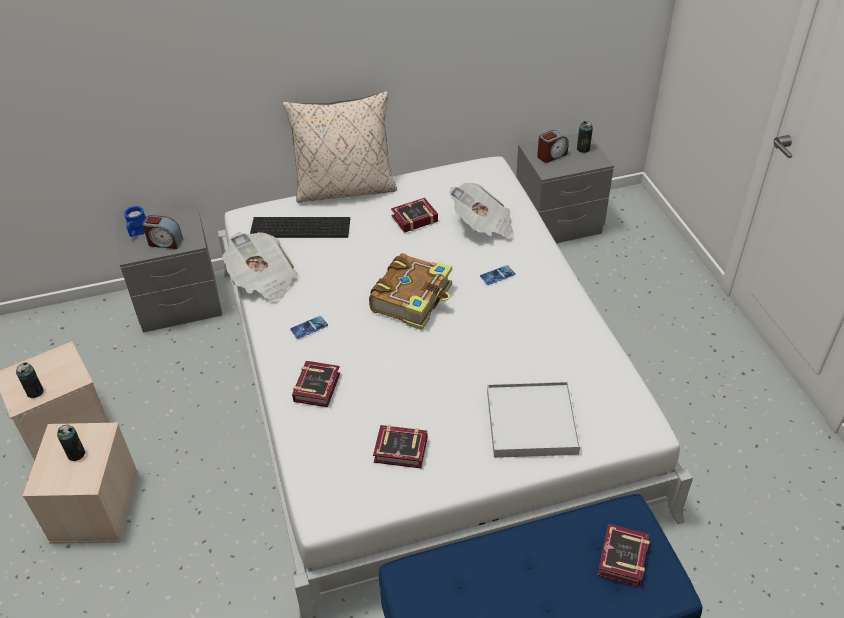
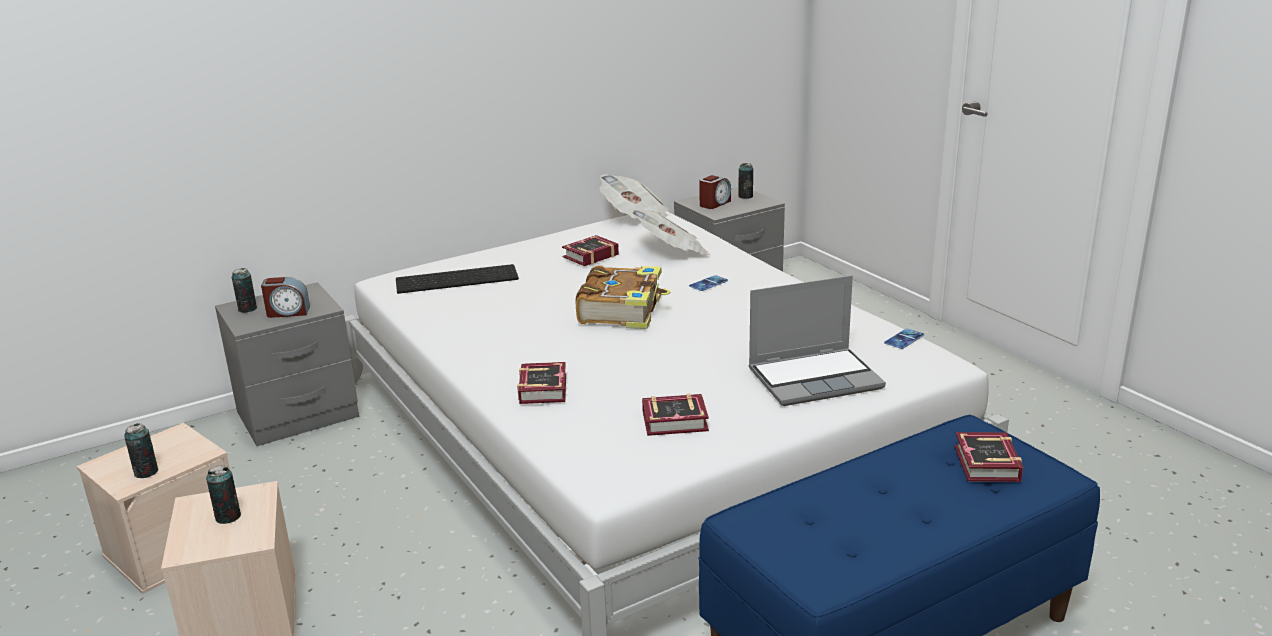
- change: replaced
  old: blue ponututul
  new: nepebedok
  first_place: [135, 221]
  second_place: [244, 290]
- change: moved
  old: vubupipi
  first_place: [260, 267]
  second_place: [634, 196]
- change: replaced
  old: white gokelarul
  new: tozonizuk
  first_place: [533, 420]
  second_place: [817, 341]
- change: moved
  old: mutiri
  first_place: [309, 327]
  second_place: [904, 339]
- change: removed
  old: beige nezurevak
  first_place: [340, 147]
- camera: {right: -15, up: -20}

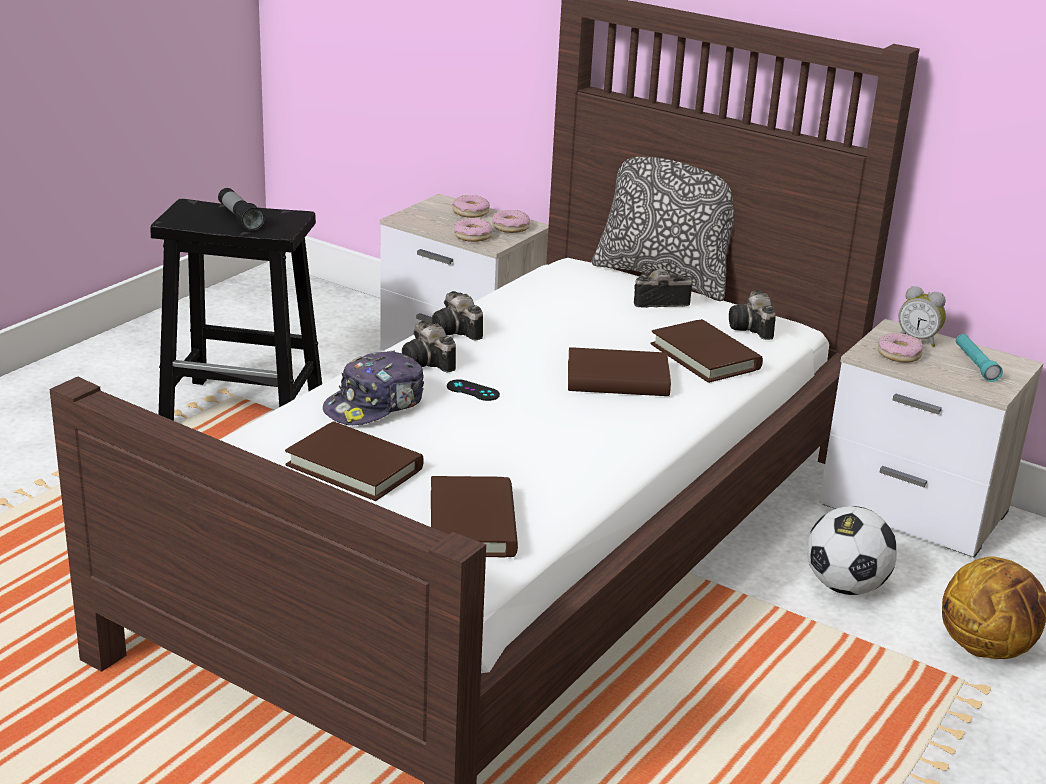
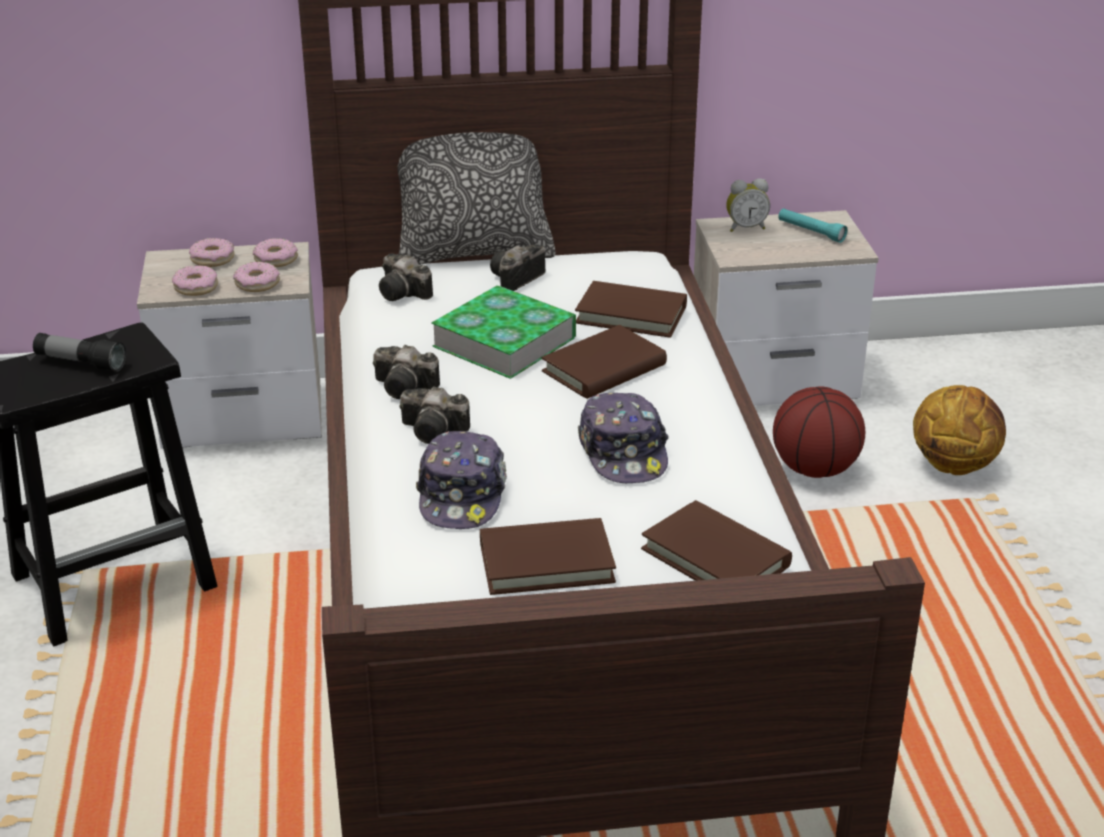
- change: moved
  old: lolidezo
  first_place: [900, 347]
  second_place: [195, 281]
- change: moved
  old: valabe
  first_place: [752, 315]
  second_place: [406, 277]
- change: added
  new: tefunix
  second_place: [503, 332]
- change: added
  new: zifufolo
  second_place: [623, 438]
- change: replaced
  old: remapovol
  new: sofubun
  first_place: [852, 550]
  second_place: [819, 432]
- change: removed
  old: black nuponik
  first_place: [473, 390]
- camera: {right: -40, up: 5}

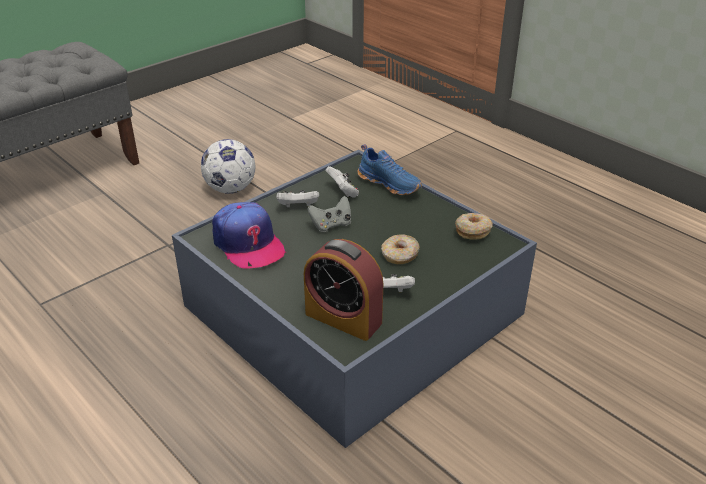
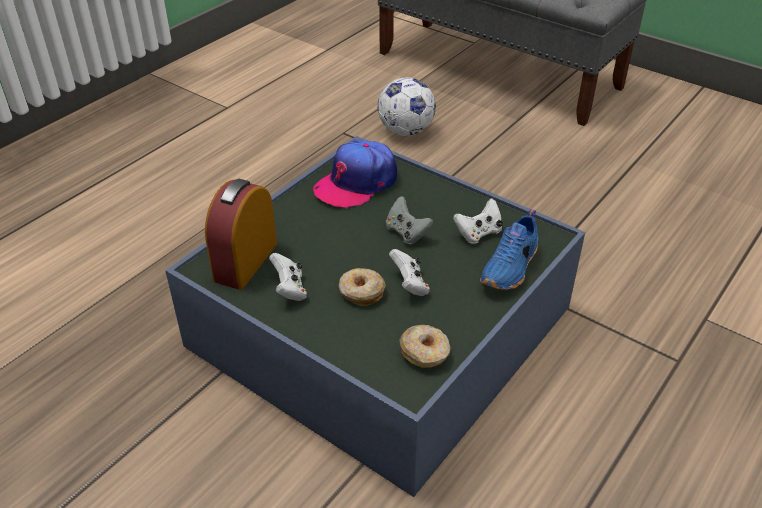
- change: moved
  old: remapovol
  first_place: [228, 166]
  second_place: [407, 106]
- change: moved
  old: white nuponik
  first_place: [297, 198]
  second_place: [409, 272]
- camera: {right: 80, up: 5}

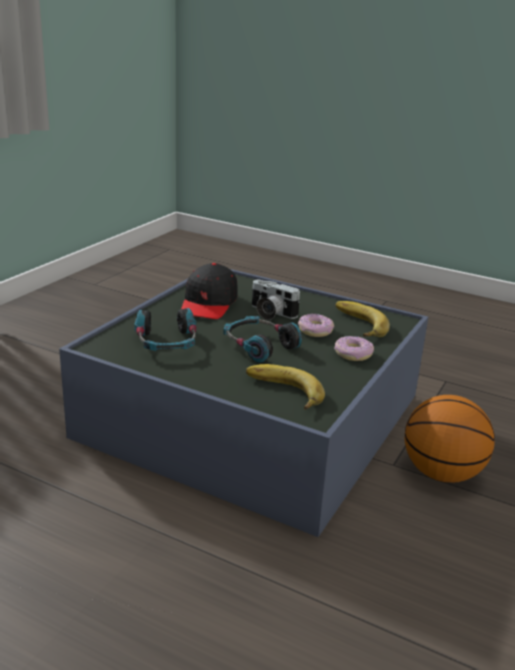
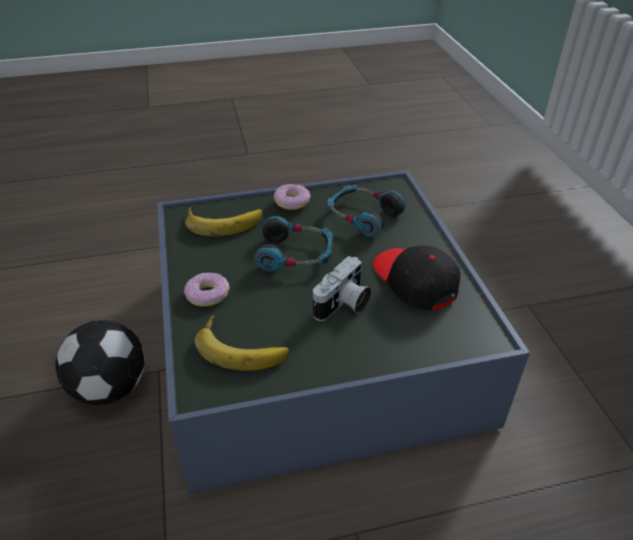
- change: replaced
  old: sofubun
  new: remapovol
  first_place: [450, 439]
  second_place: [100, 362]
- change: moved
  old: lolidezo
  first_place: [316, 325]
  second_place: [292, 197]
- change: turned
  old: valabe
  first_place: [276, 300]
  second_place: [342, 288]
  degrees: 135
- camera: {right: 140, up: 15}

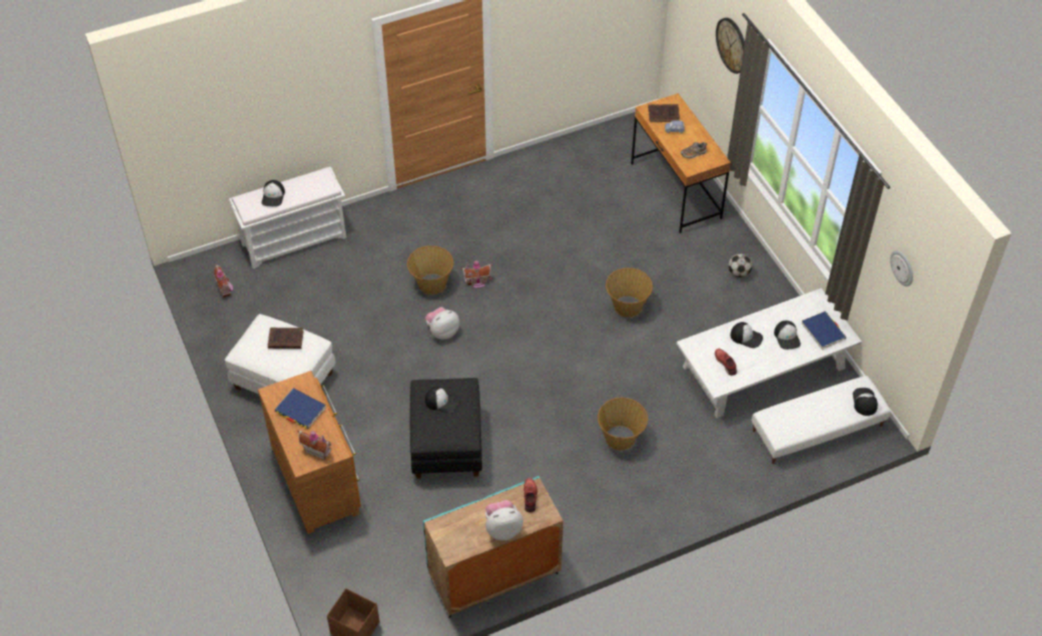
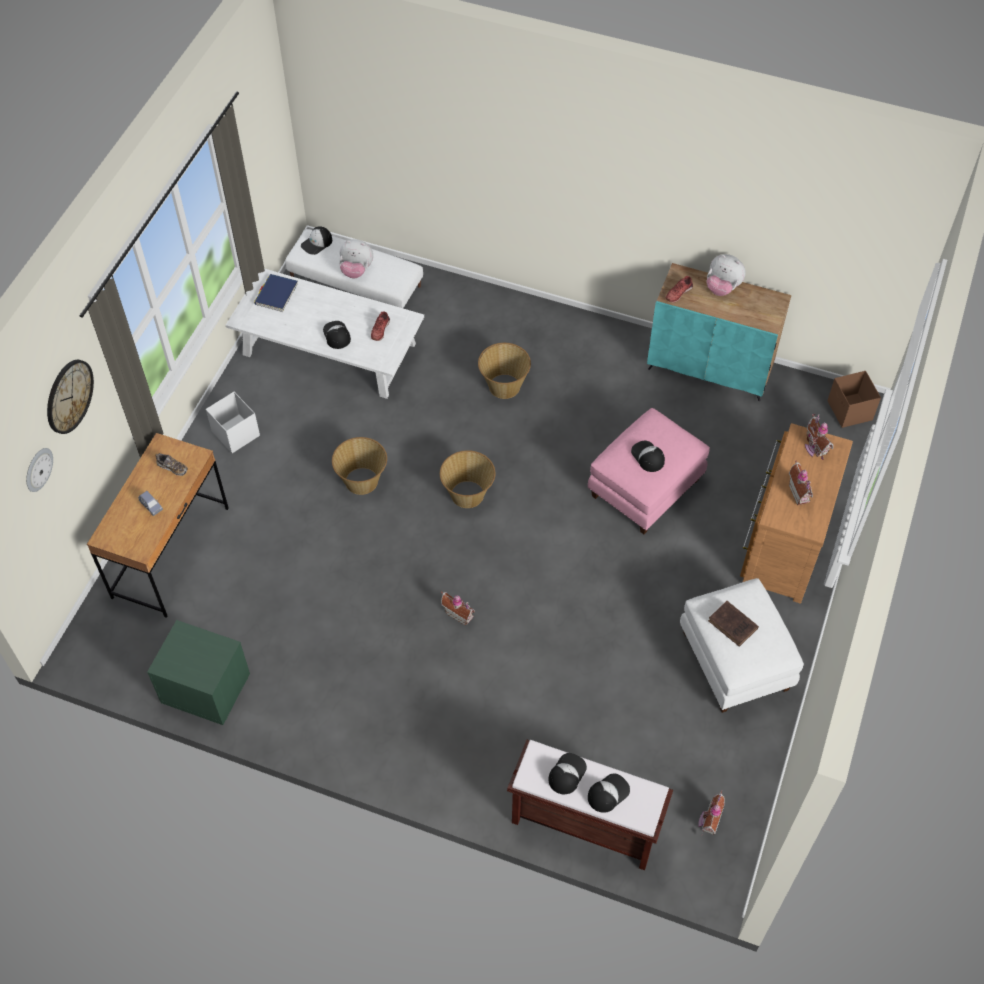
- change: moved
  old: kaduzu
  first_place: [901, 268]
  second_place: [39, 470]
- change: added
  new: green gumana
  second_place: [198, 672]
- change: replaced
  old: remapovol
  new: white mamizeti
  first_place: [740, 265]
  second_place: [233, 422]
- change: moved
  old: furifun
  first_place: [442, 323]
  second_place: [356, 258]
- change: moved
  old: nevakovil
  first_place: [430, 270]
  second_place: [467, 479]
- change: recoloured
  old: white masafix
  new: brown masafix
  first_place: [288, 218]
  second_place: [590, 805]
- change: moved
  old: zifufolo
  first_place: [787, 335]
  second_place: [567, 773]
- change: recoloured
  old: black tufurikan
  new: pink tufurikan
  first_place: [446, 428]
  second_place: [649, 471]
- change: replaced
  old: blue tefunix
  new: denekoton
  first_place: [300, 408]
  second_place: [801, 482]
- change: removed
  old: brown tefunix
  first_place: [664, 113]
- camera: {right: -135, up: 5}

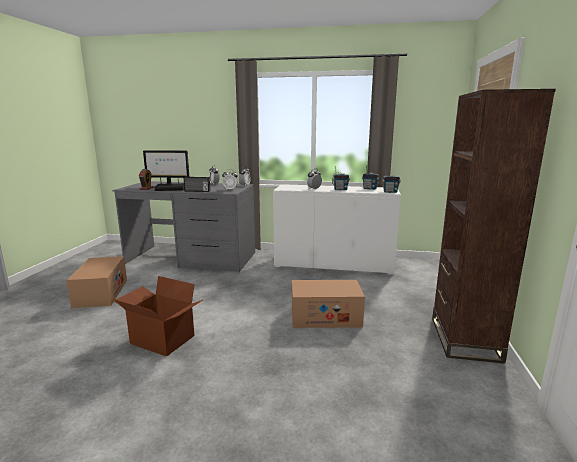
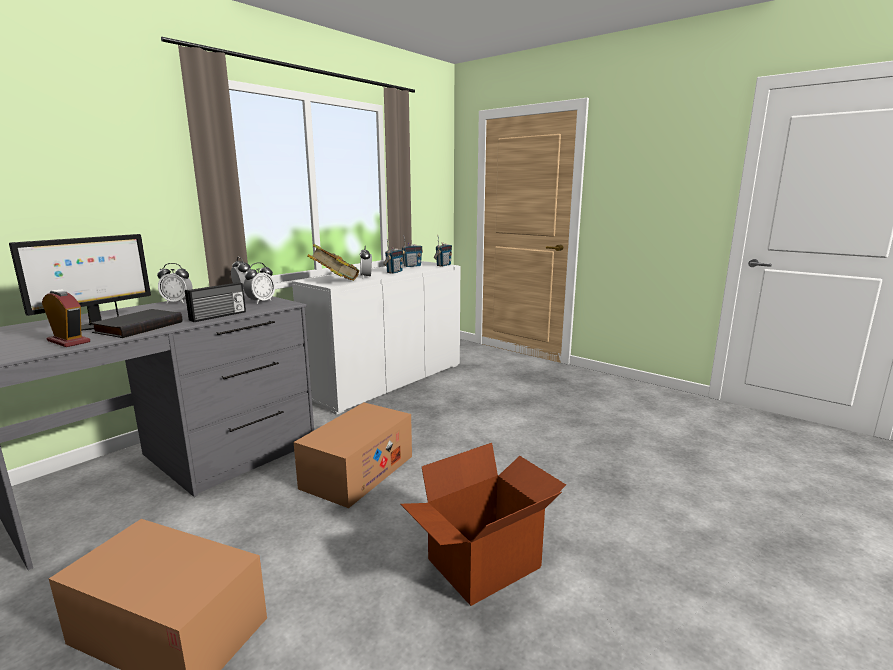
- change: moved
  old: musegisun
  first_place: [328, 304]
  second_place: [353, 455]
- change: added
  new: tefunix
  second_place: [333, 262]
- change: removed
  old: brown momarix
  first_place: [494, 226]
- camera: {right: -60, up: 0}

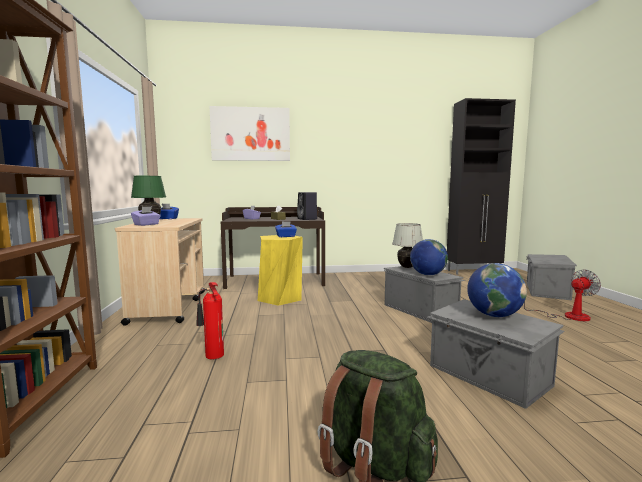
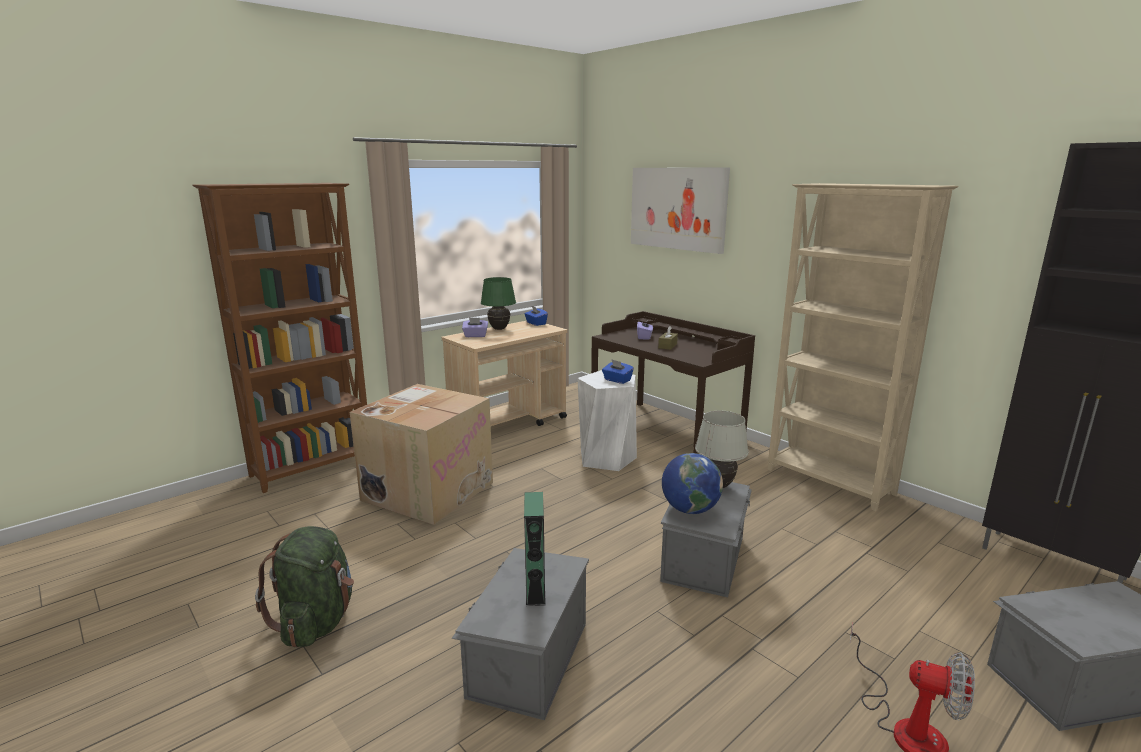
- change: replaced
  old: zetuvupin
  new: musegisun
  first_place: [210, 320]
  second_place: [421, 454]
- change: replaced
  old: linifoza
  new: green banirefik
  first_place: [497, 290]
  second_place: [535, 549]
- change: recoloured
  old: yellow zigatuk
  new: white zigatuk
  first_place: [280, 270]
  second_place: [607, 420]
- change: added
  new: beige momarix
  second_place: [863, 347]
- change: removed
  old: black banirefik
  first_place: [307, 206]
- camera: {right: 55, up: 10}

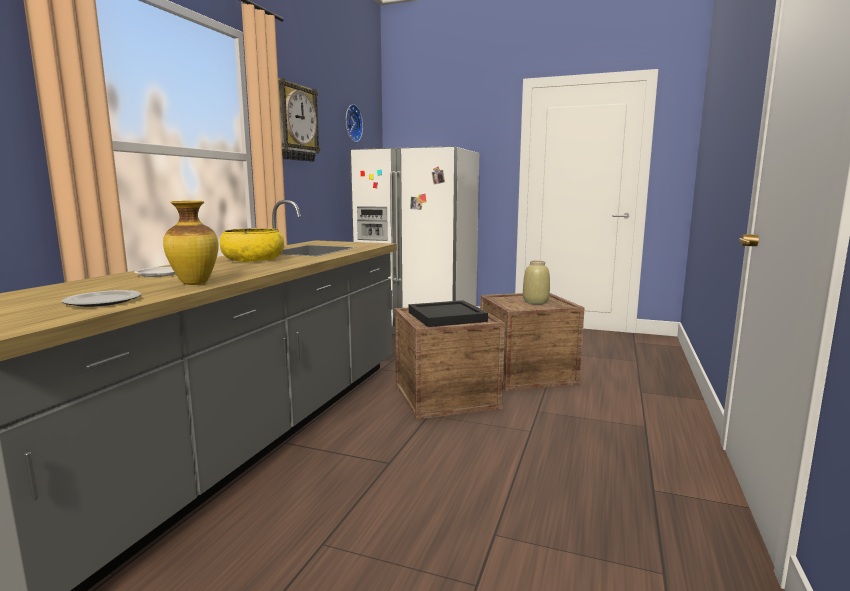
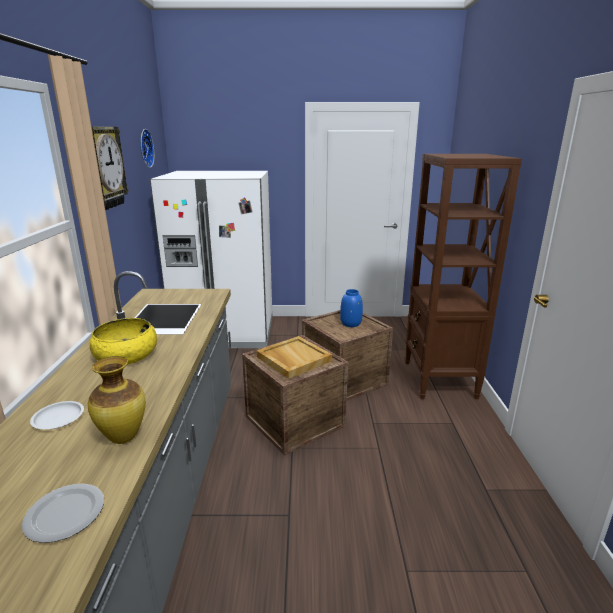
- change: recoloured
  old: black gokelarul
  new: beige gokelarul
  first_place: [448, 313]
  second_place: [294, 357]
- change: recoloured
  old: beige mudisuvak
  new: blue mudisuvak
  first_place: [536, 282]
  second_place: [351, 308]
- change: added
  new: brown momarix
  second_place: [463, 276]
- camera: {right: -20, up: 10}

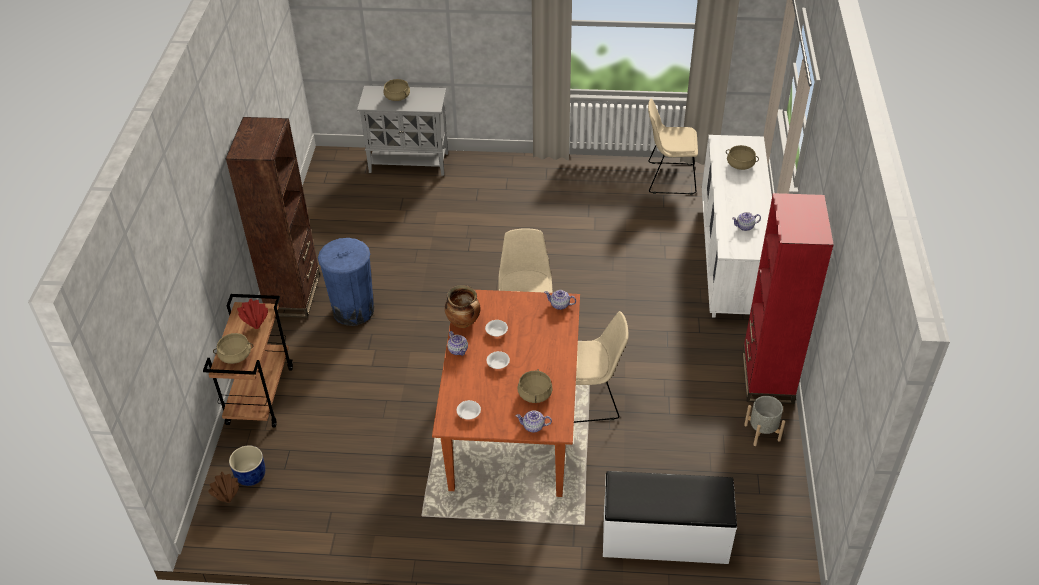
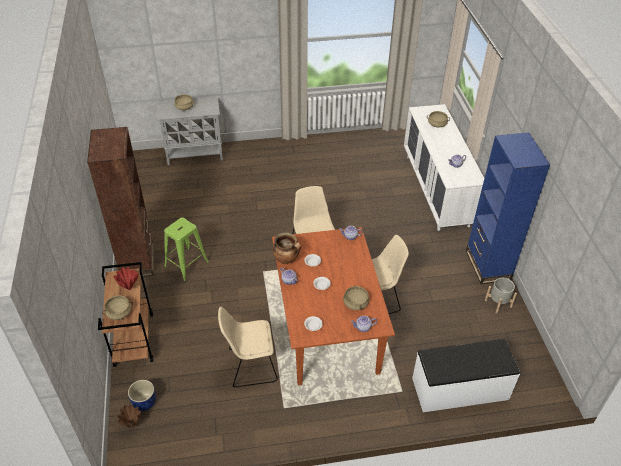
- change: replaced
  old: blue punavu
  new: green zigatuk
  first_place: [346, 282]
  second_place: [186, 249]
- change: moved
  old: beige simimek
  first_place: [673, 146]
  second_place: [248, 347]
- change: recoloured
  old: red momarix
  new: blue momarix
  first_place: [788, 298]
  second_place: [508, 208]
- camera: {right: -15, up: 0}

